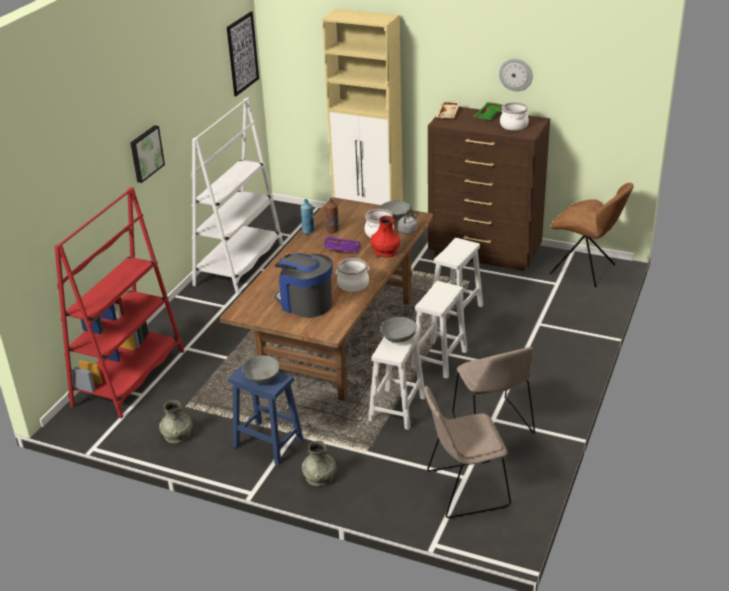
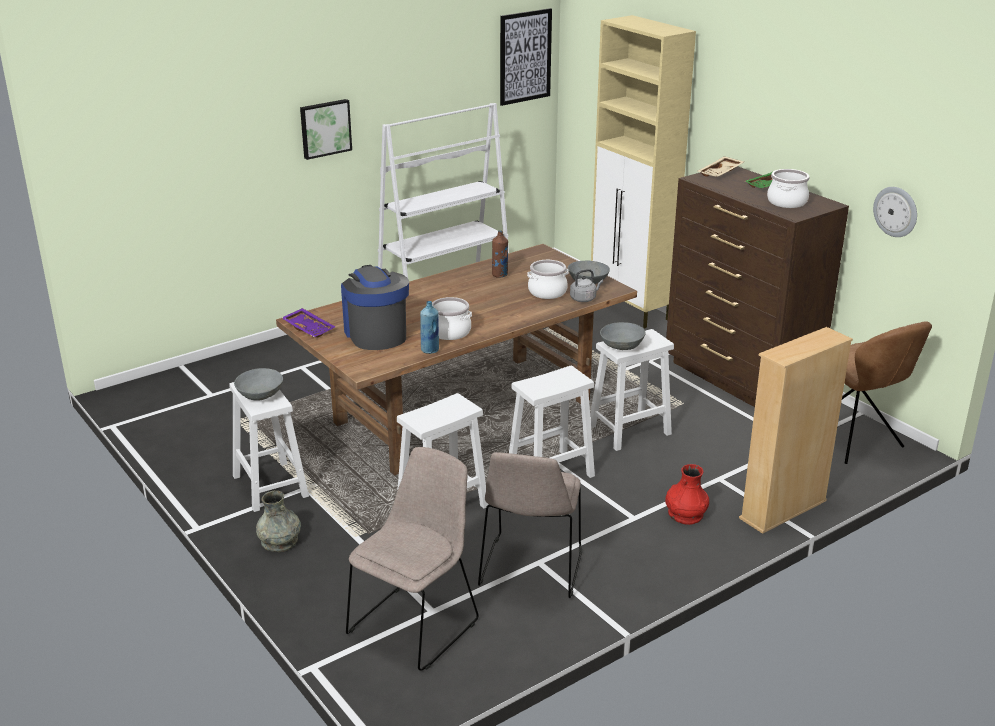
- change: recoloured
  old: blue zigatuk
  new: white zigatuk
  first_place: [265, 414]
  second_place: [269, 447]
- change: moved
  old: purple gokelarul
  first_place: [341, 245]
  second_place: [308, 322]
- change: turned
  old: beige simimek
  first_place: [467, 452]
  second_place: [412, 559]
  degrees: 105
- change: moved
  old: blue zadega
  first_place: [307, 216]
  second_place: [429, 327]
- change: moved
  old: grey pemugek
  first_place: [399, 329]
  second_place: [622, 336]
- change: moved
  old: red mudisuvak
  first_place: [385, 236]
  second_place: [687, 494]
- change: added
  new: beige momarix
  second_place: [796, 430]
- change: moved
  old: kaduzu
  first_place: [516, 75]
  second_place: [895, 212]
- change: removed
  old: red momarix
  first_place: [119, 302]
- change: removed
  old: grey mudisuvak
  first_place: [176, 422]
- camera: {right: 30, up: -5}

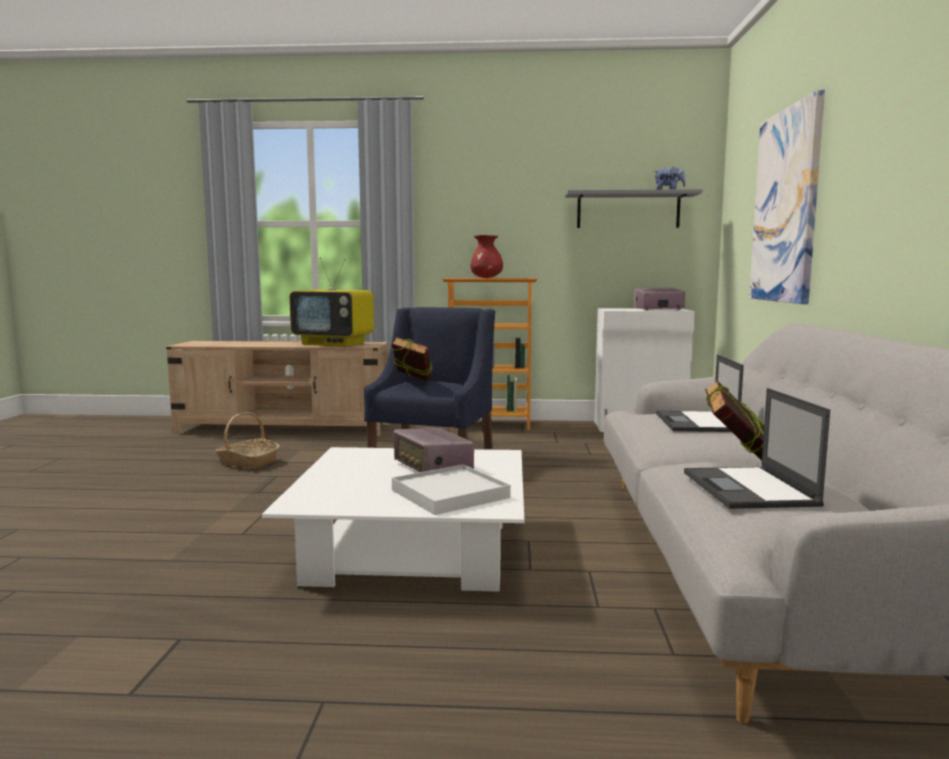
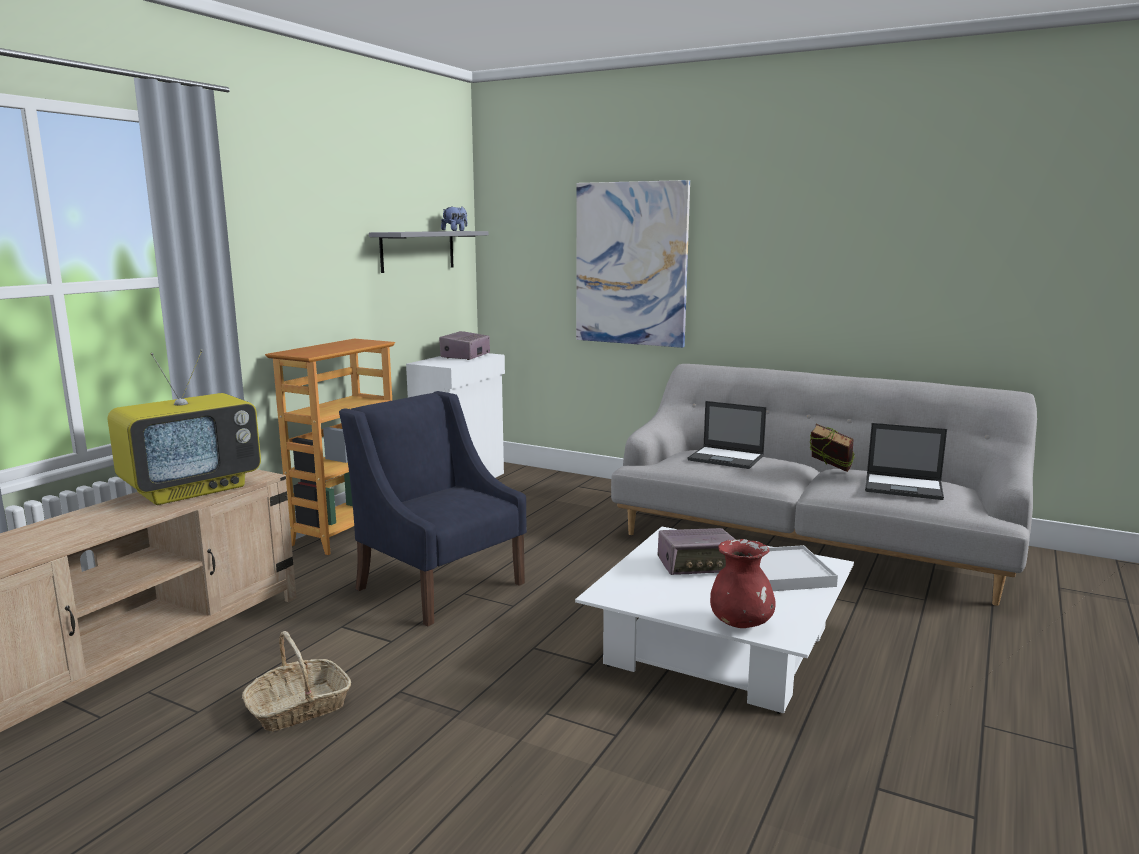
- change: moved
  old: red mudisuvak
  first_place: [486, 256]
  second_place: [743, 583]
- change: removed
  old: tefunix
  first_place: [412, 359]
- camera: {right: -65, up: 5}

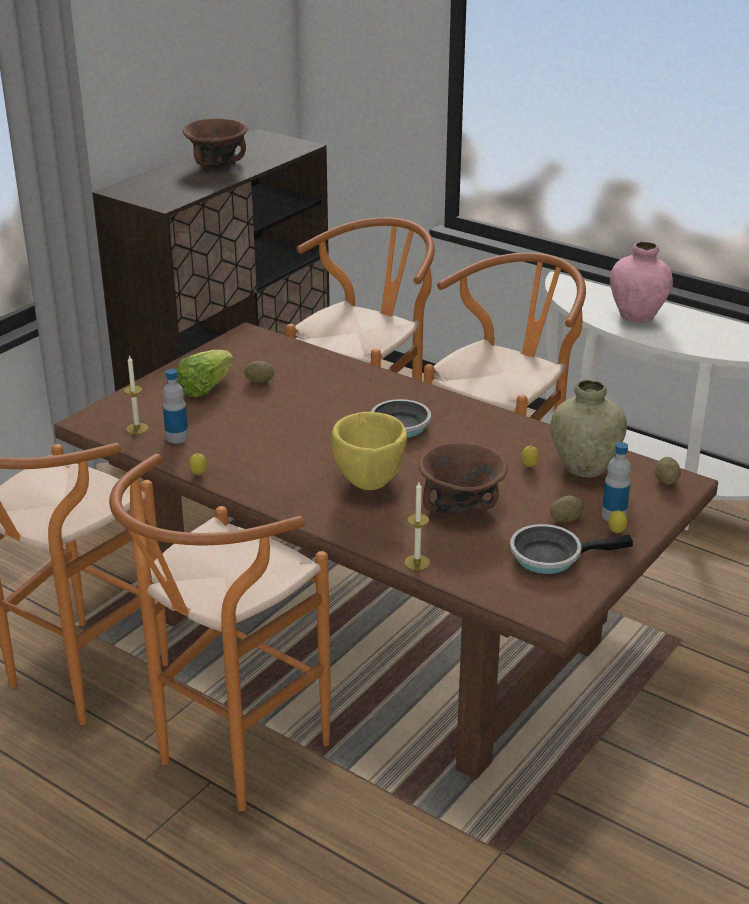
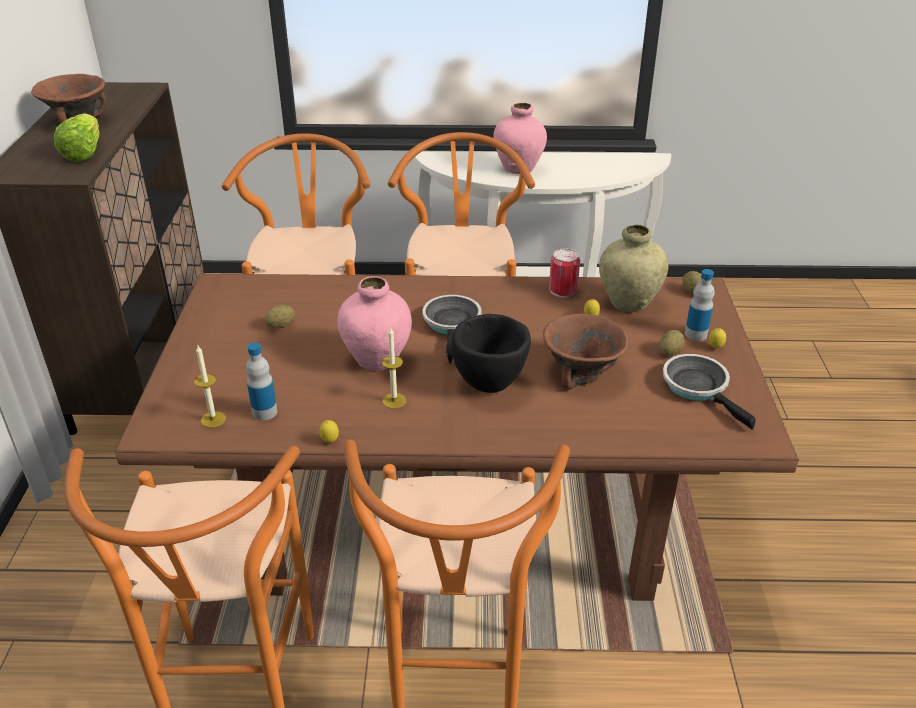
- change: moved
  old: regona
  first_place: [205, 374]
  second_place: [76, 138]
- change: added
  new: pink mudisuvak
  second_place: [374, 323]
- change: moved
  old: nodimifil
  first_place: [417, 526]
  second_place: [394, 368]
- change: recoloured
  old: yellow pemugek
  new: black pemugek
  first_place: [369, 451]
  second_place: [491, 353]
- change: added
  new: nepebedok
  second_place: [564, 272]
- change: turned
  old: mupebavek
  first_place: [571, 549]
  second_place: [709, 392]
  degrees: 105
- camera: {right: -35, up: 5}

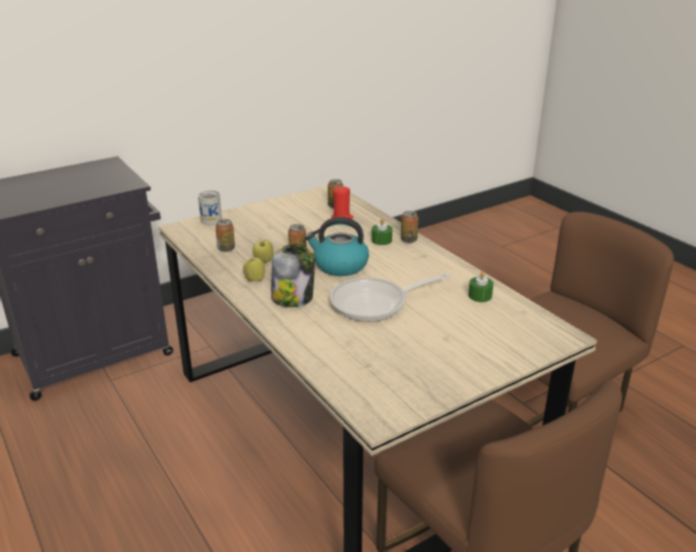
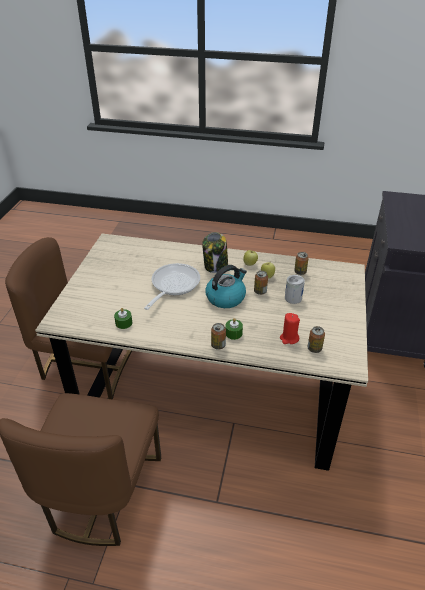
- change: moved
  old: nepebedok
  first_place: [210, 208]
  second_place: [295, 289]
- camera: {right: 135, up: 10}

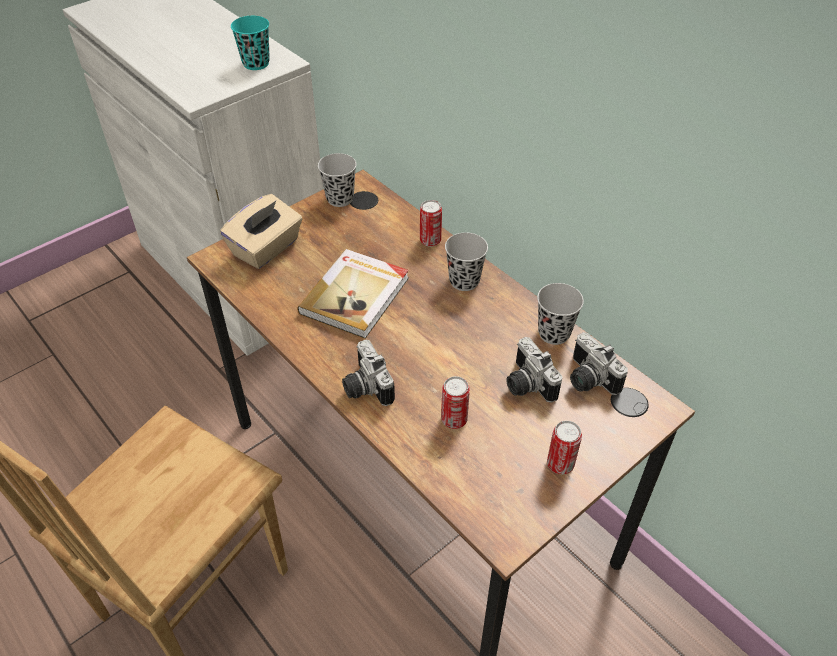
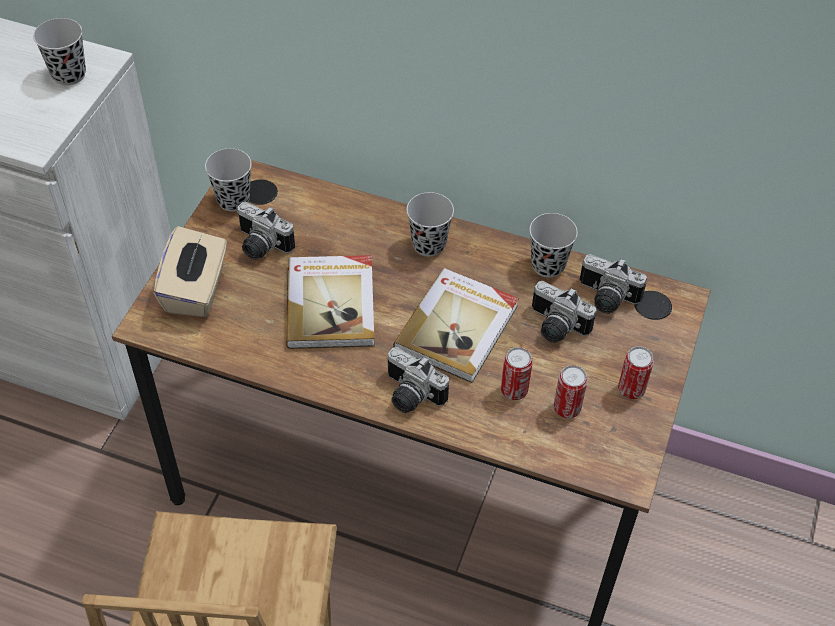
- change: recoloured
  old: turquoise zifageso
  new: black zifageso
  first_place: [250, 43]
  second_place: [59, 51]
- change: added
  new: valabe
  second_place: [266, 231]
- change: added
  new: tefunix
  second_place: [456, 325]
- change: moved
  old: nepebedok
  first_place: [431, 223]
  second_place: [571, 391]
- camera: {right: -30, up: 5}

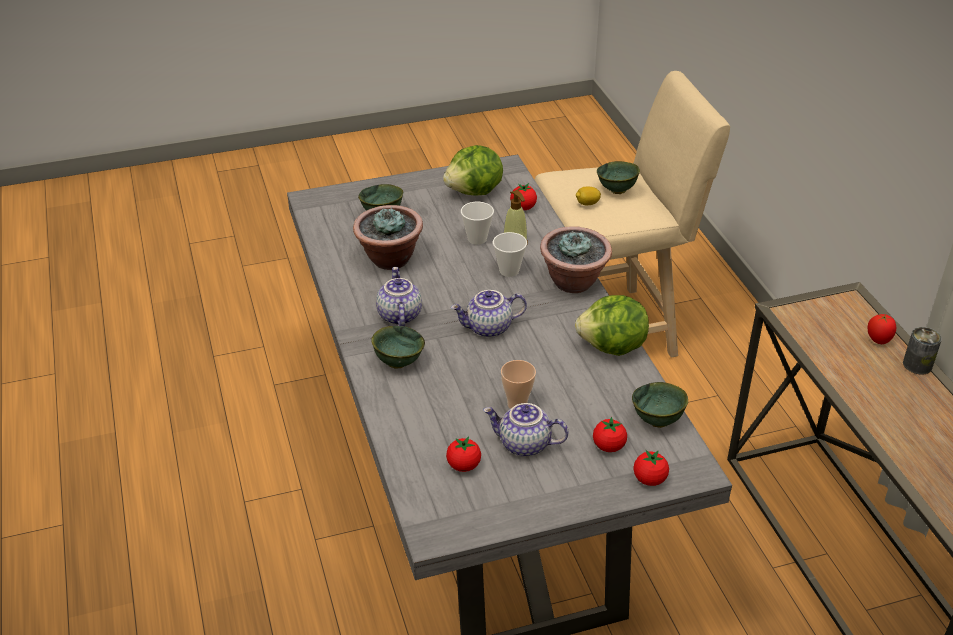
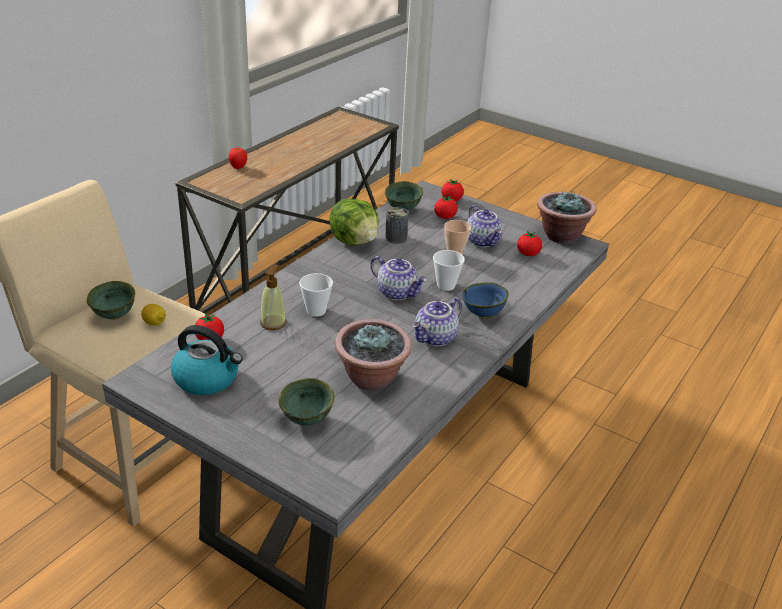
- change: replaced
  old: regona
  new: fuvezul
  first_place: [473, 170]
  second_place: [207, 360]
- change: moved
  old: nepebedok
  first_place: [922, 351]
  second_place: [397, 225]
- change: moved
  old: zifageso
  first_place: [477, 223]
  second_place: [449, 270]
- change: recoloured
  old: green pemugek
  new: blue pemugek
  first_place: [398, 347]
  second_place: [485, 300]
- change: moved
  old: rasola
  first_place: [576, 259]
  second_place: [567, 217]
- camera: {right: -130, up: -5}

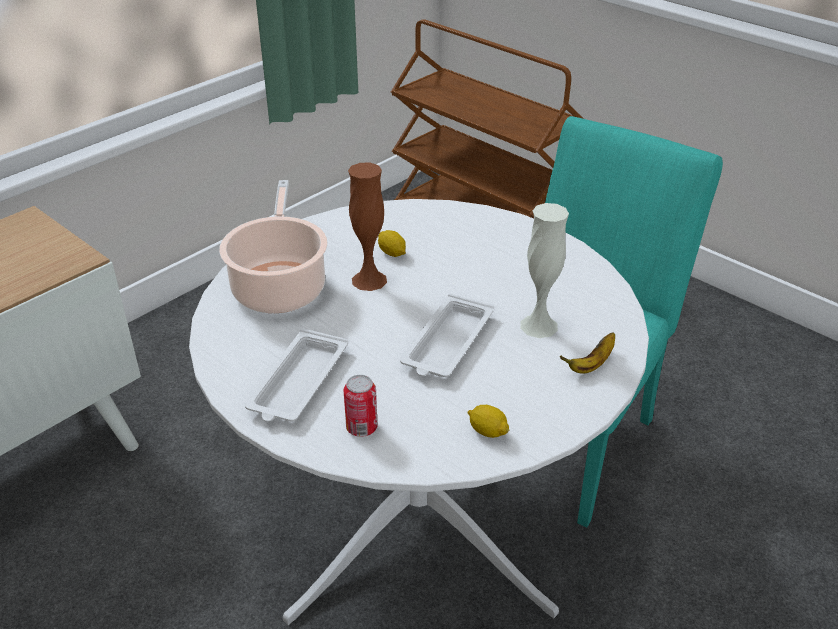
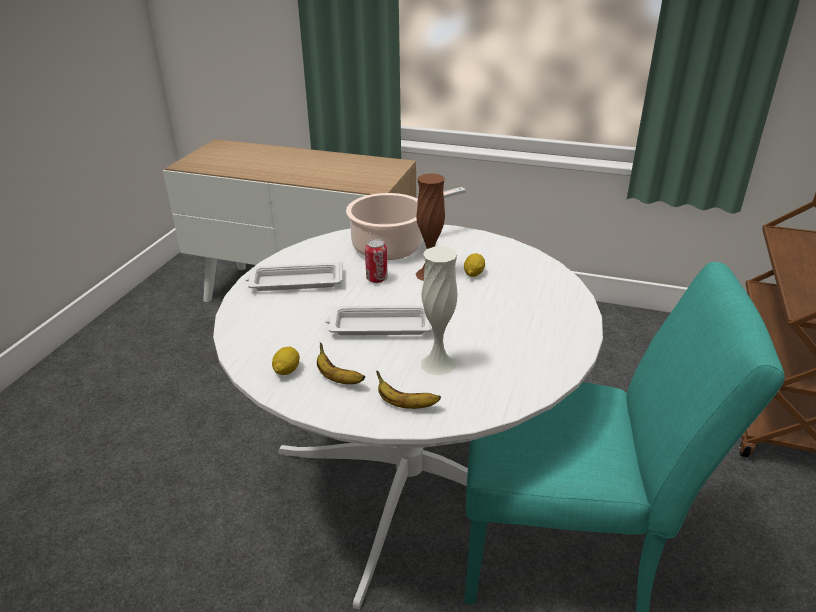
- change: added
  new: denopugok
  second_place: [341, 363]
- change: moved
  old: nepebedok
  first_place: [360, 406]
  second_place: [376, 261]
- camera: {right: 65, up: -5}

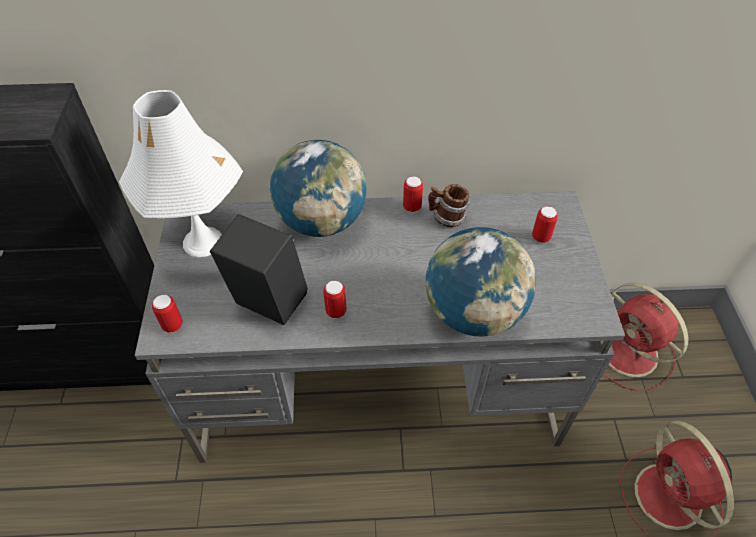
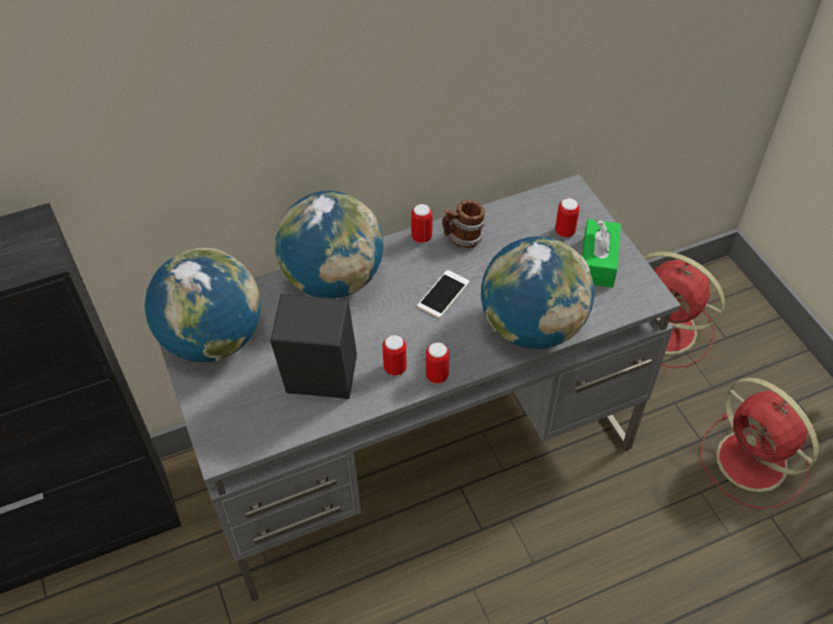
- change: replaced
  old: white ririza
  new: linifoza
  first_place: [181, 173]
  second_place: [203, 305]
- change: added
  new: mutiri
  second_place: [443, 294]
- change: moved
  old: nepebedok
  first_place: [167, 314]
  second_place: [437, 363]
- change: added
  new: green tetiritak
  second_place: [601, 253]
- camera: {right: -20, up: 0}

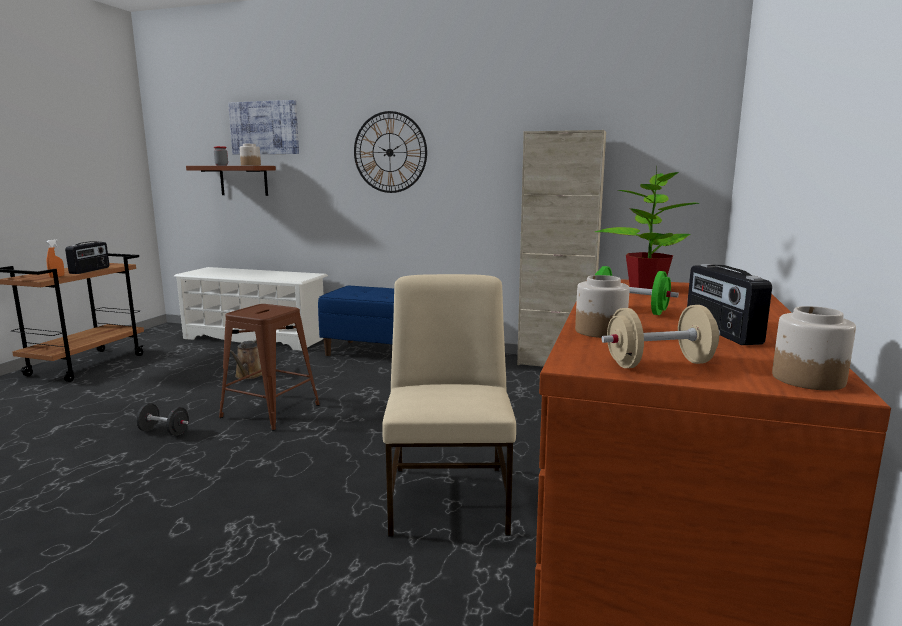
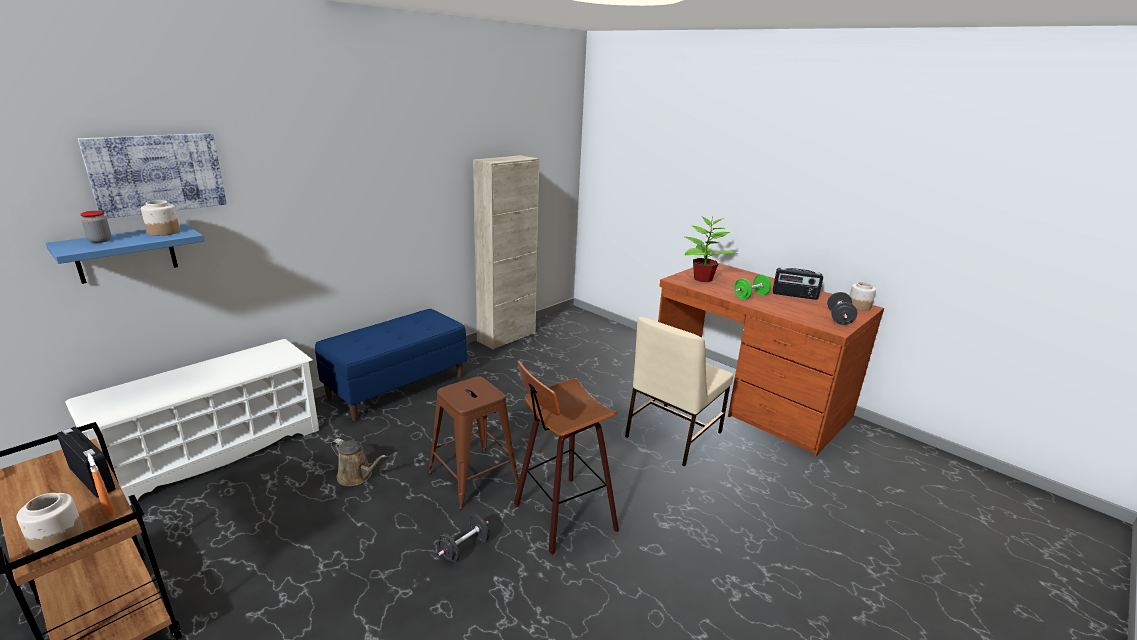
- change: moved
  old: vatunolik
  first_place: [602, 306]
  second_place: [50, 523]
- change: recoloured
  old: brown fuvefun
  new: blue fuvefun
  first_place: [231, 181]
  second_place: [125, 254]
- change: added
  new: zigatuk
  second_place: [566, 457]
- change: turned
  old: beige simimek
  first_place: [449, 405]
  second_place: [679, 391]
  degrees: -75
- change: recoloured
  old: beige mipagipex
  new: black mipagipex
  first_place: [660, 336]
  second_place: [842, 308]
- change: removed
  old: kaduzu
  first_place: [390, 152]
- camera: {right: -65, up: 10}

